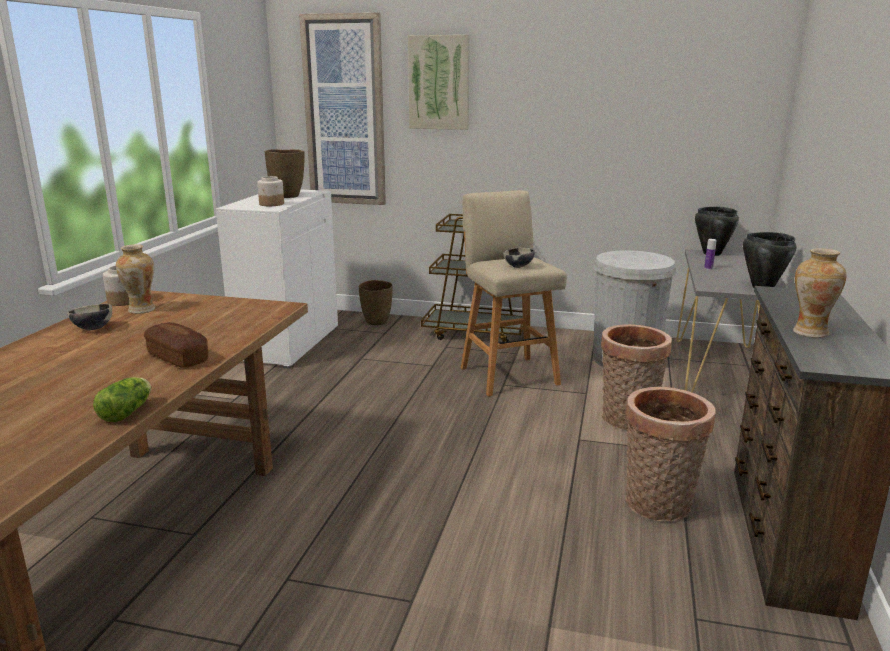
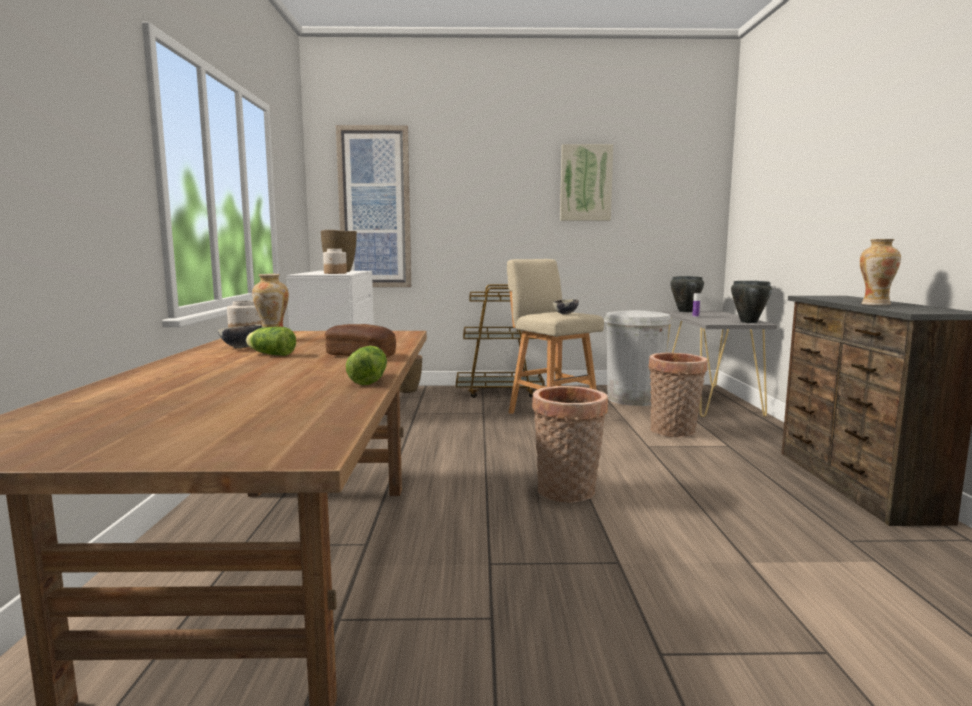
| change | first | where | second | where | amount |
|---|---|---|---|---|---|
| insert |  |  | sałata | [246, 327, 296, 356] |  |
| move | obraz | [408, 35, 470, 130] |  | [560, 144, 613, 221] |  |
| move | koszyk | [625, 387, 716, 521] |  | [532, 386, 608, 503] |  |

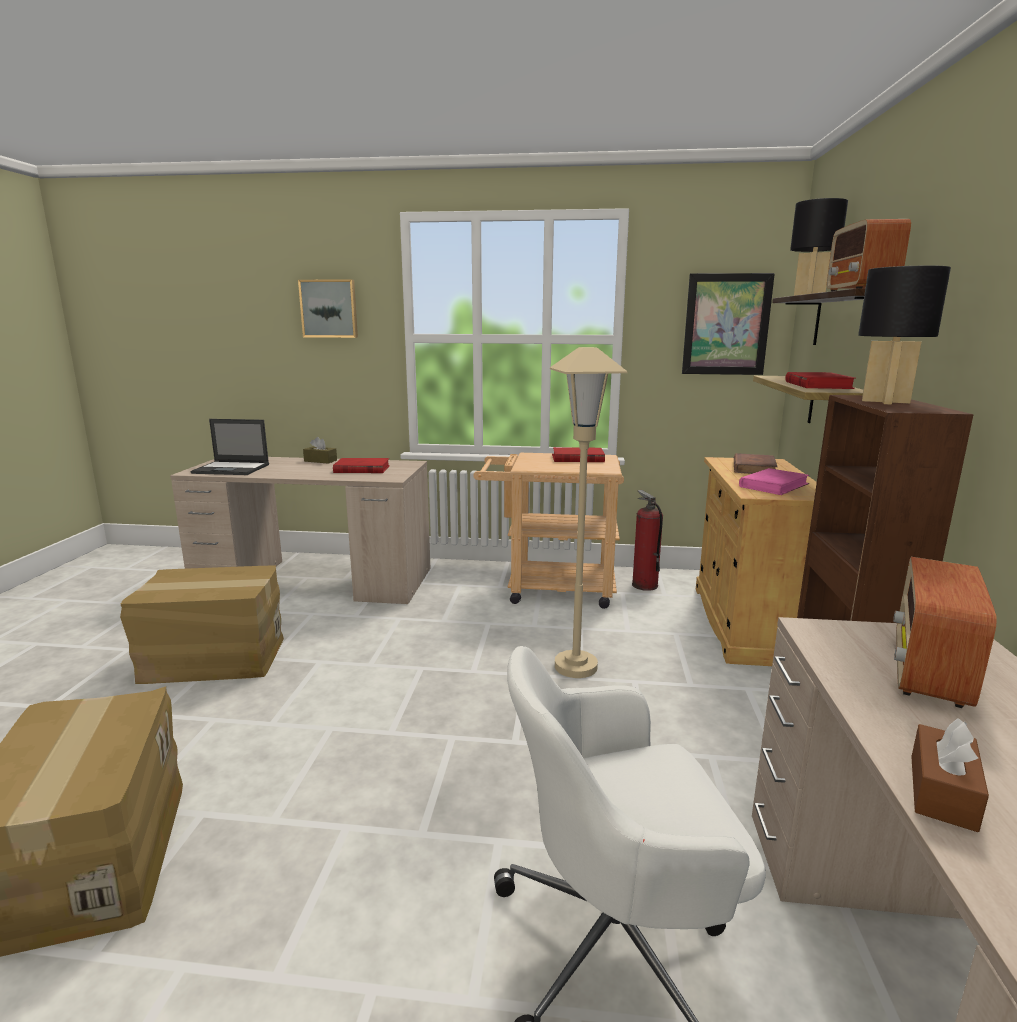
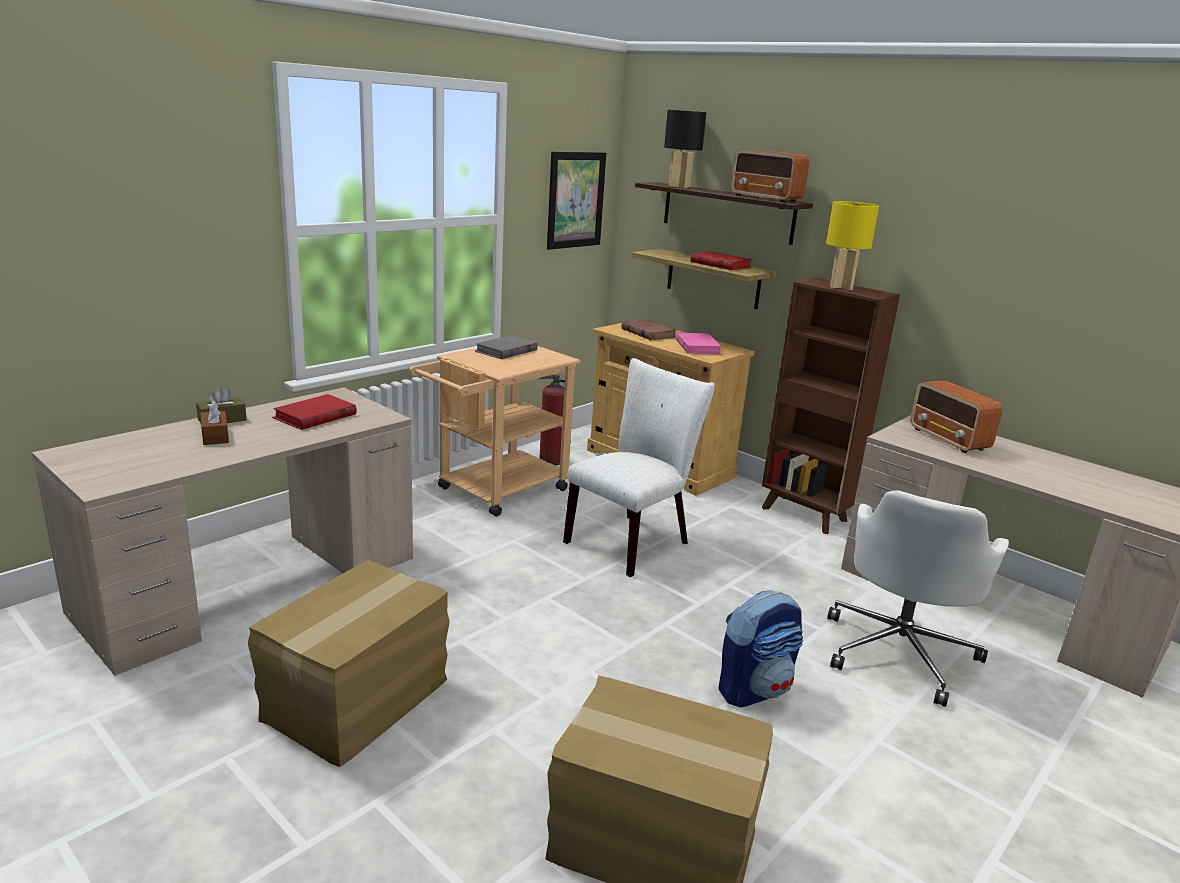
| change | first | where | second | where | amount |
|---|---|---|---|---|---|
| delete | laptop | [191, 419, 269, 475] |  |  |  |
| delete | obraz | [298, 279, 358, 338] |  |  |  |
| insert |  |  | plecak | [718, 590, 803, 707] |  |
| move | pudełko chusteczek/brązowy | [911, 718, 989, 832] |  | [201, 401, 229, 445] |  |
| replace | lampa stojąca/beżowy | [550, 347, 627, 678] | krzesło/biały | [563, 358, 715, 577] |  |
| recolor | książka/czerwony | [552, 447, 605, 462] | książka/szary | [474, 335, 538, 359] |  |
| recolor | lampa stołowa/czarny | [858, 266, 951, 405] | lampa stołowa/żółty | [826, 201, 879, 290] |  |

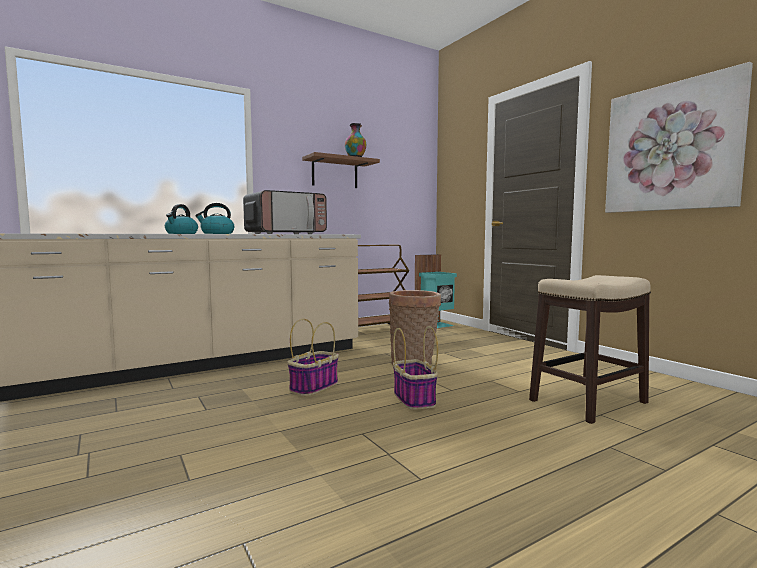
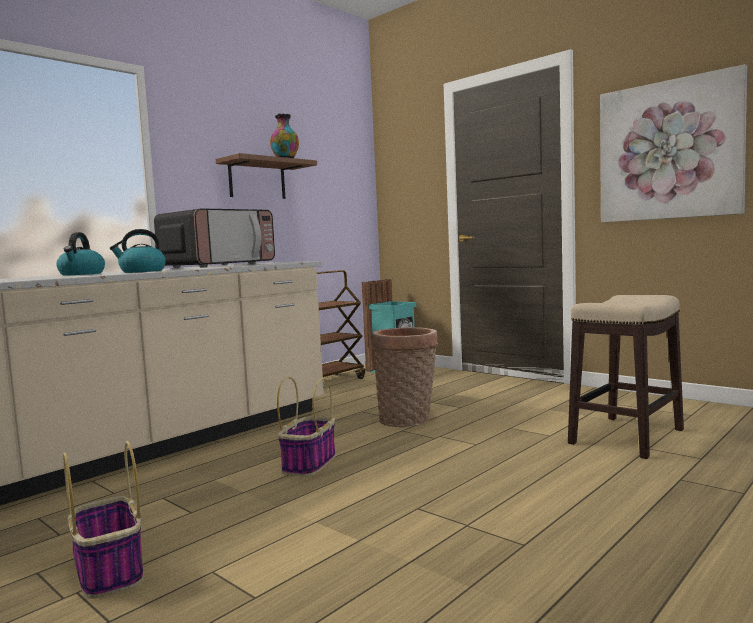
| change | first | where | second | where | amount |
|---|---|---|---|---|---|
| move | koszyk | [393, 326, 438, 410] |  | [63, 441, 143, 599] |  |

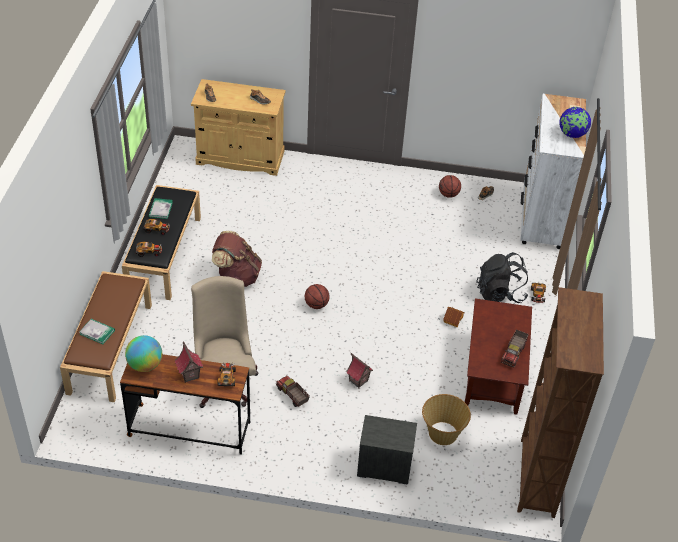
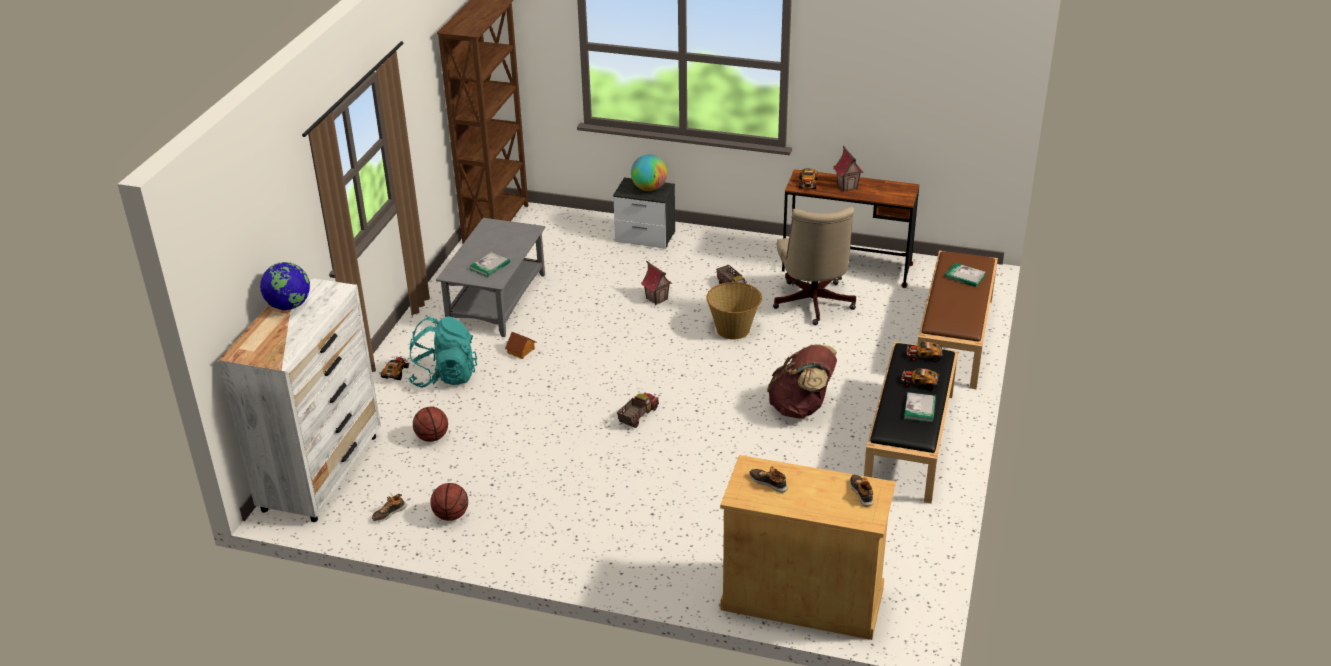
| change | first | where | second | where | amount |
|---|---|---|---|---|---|
| insert |  |  | książka | [470, 252, 510, 277] |  |
| move | globus | [125, 335, 162, 372] |  | [631, 154, 667, 191] |  |
| move | piłka do koszykówki | [305, 284, 330, 309] |  | [413, 407, 448, 442] |  |
| move | koszyk | [422, 394, 471, 445] |  | [706, 282, 762, 340] |  |
| move | ciężarówka zabawkowa | [501, 329, 529, 368] |  | [617, 392, 659, 428] |  |
| recolor | ława/brązowy | [465, 299, 532, 415] | ława/szary | [436, 218, 545, 337] |  |
| recolor | plecak/czarny | [476, 252, 528, 303] | plecak/turkusowy | [408, 316, 477, 388] |  |

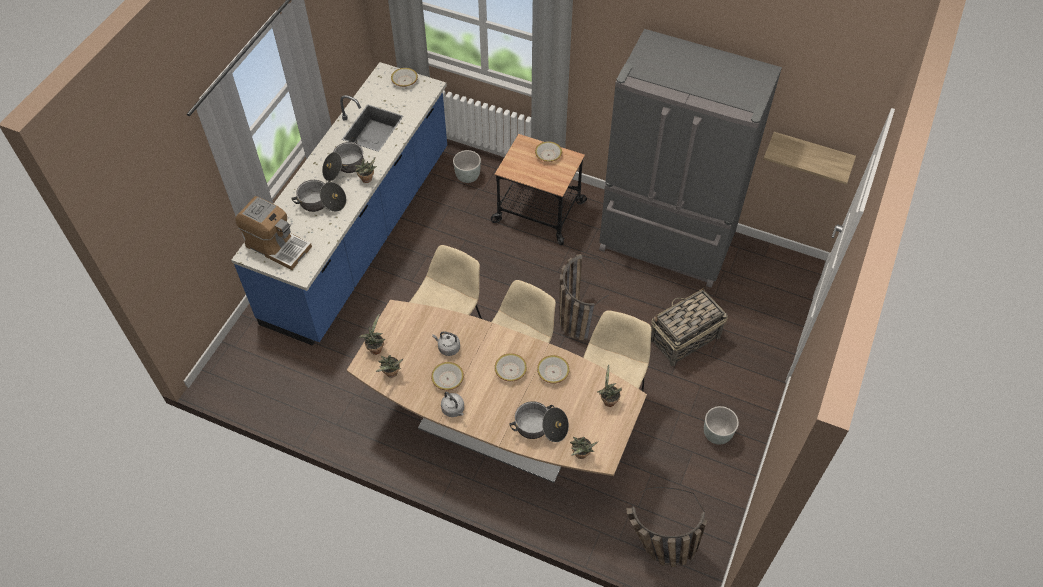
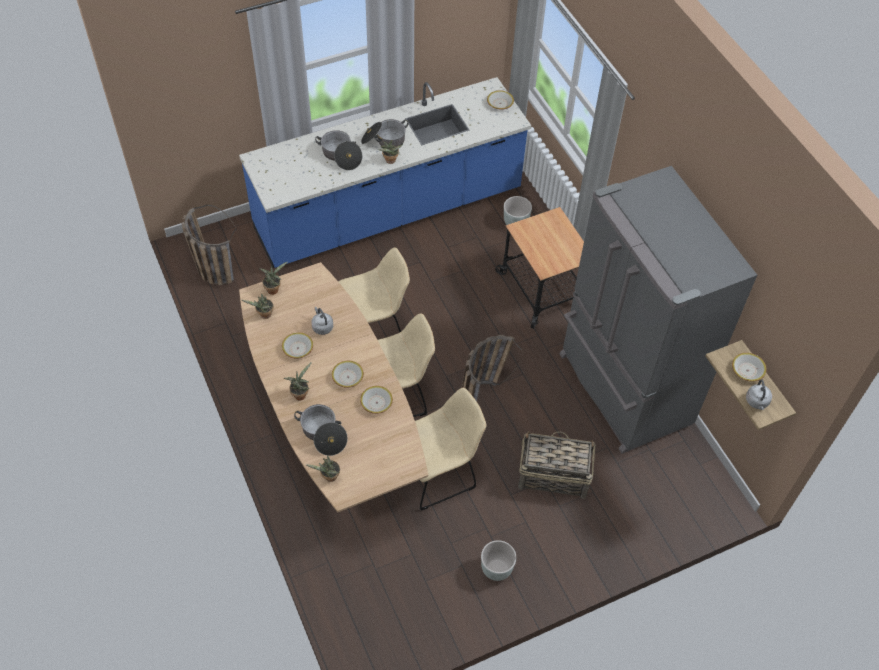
| change | first | where | second | where | amount |
|---|---|---|---|---|---|
| delete | ekspres do kawy | [236, 196, 312, 270] |  |  |  |
| move | czajnik/szary | [441, 392, 464, 417] |  | [746, 379, 772, 410] |  |
| move | miska | [535, 141, 562, 162] |  | [732, 353, 767, 382] |  |
| move | roślina doniczkowa | [597, 365, 622, 407] |  | [283, 362, 312, 401] |  |
| move | koszyk | [626, 487, 707, 567] |  | [182, 204, 237, 285] |  |

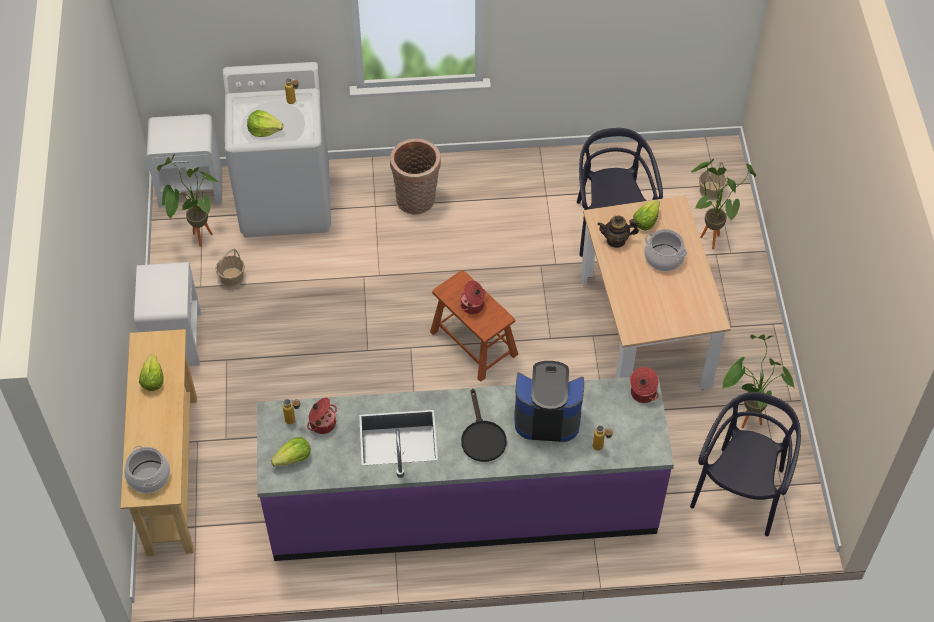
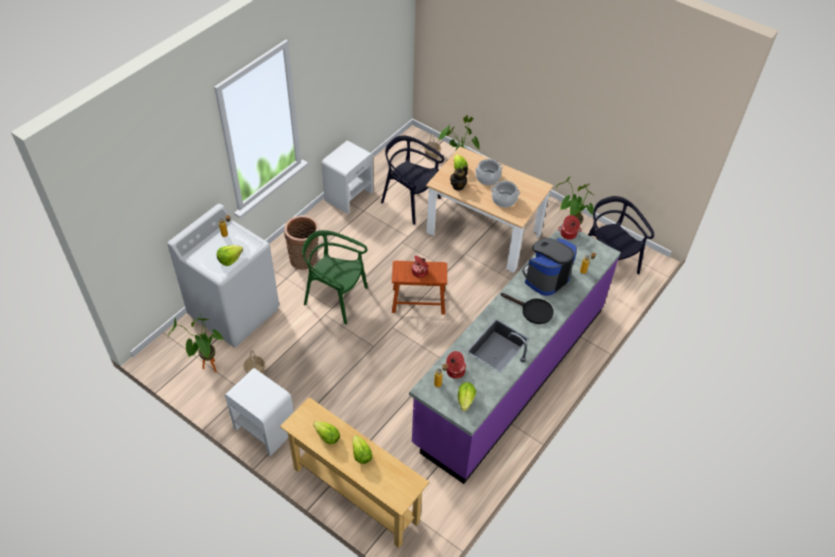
| change | first | where | second | where | amount |
|---|---|---|---|---|---|
| insert |  |  | krzesło/zielony | [302, 230, 368, 324] |  |
| insert |  |  | sałata | [352, 435, 372, 464] |  |
| move | garnek | [124, 446, 170, 493] |  | [491, 181, 520, 207] |  |
| move | szafka nocna/biały | [146, 114, 222, 208] |  | [321, 141, 373, 214] |  |

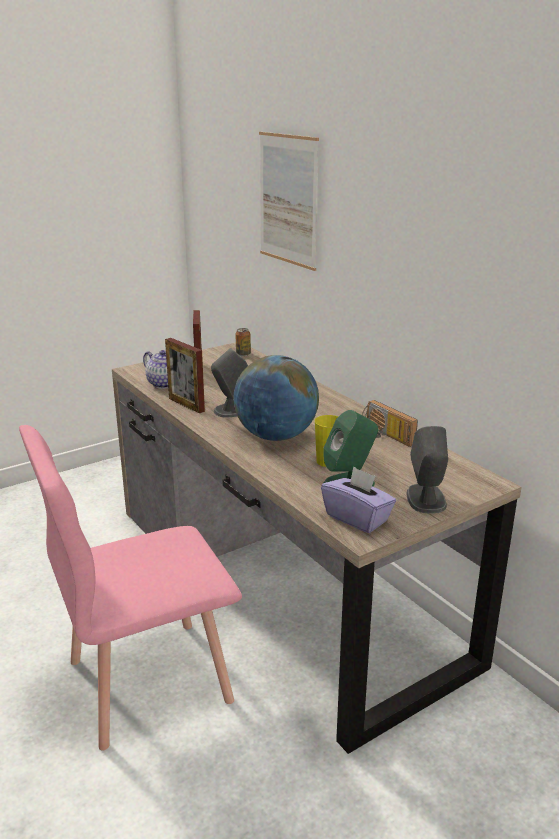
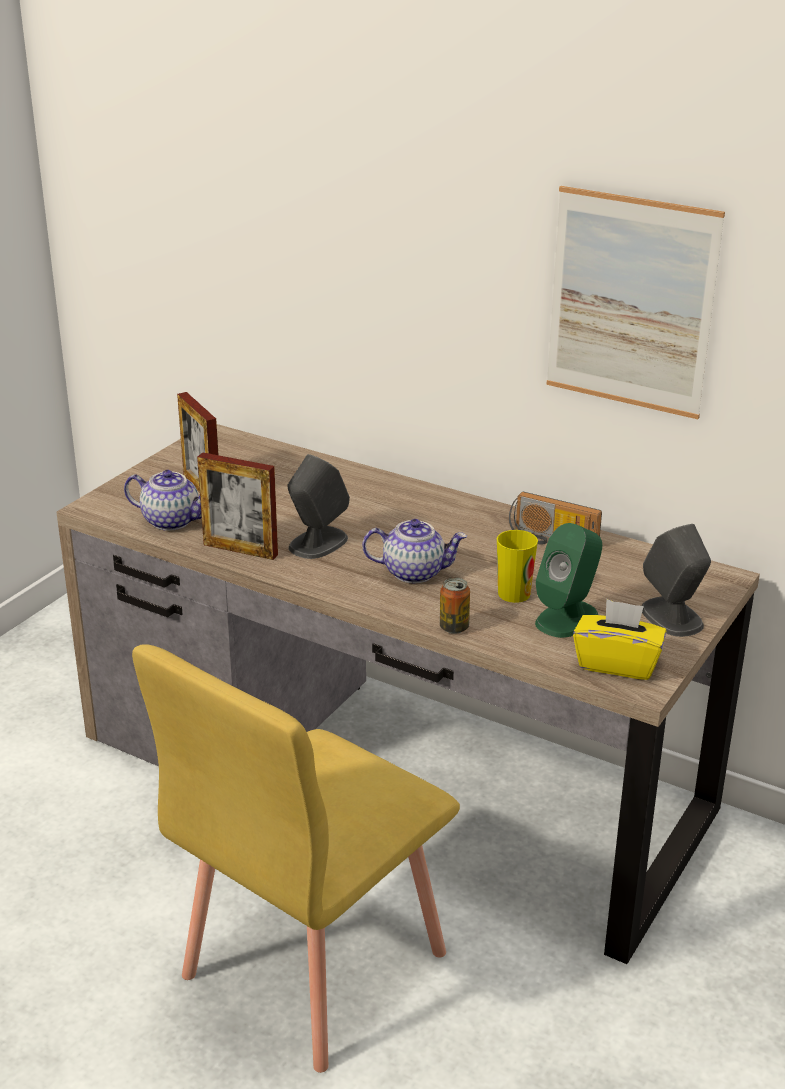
| change | first | where | second | where | amount |
|---|---|---|---|---|---|
| move | puszka | [235, 328, 251, 356] |  | [440, 578, 470, 634] |  |
| move | obraz | [259, 132, 319, 271] |  | [546, 186, 725, 419] |  |
| replace | globus | [233, 355, 319, 441] | imbryk | [362, 519, 467, 583] |  |
| recolor | krzesło/różowy | [19, 425, 242, 750] | krzesło/żółty | [132, 644, 460, 1073] |  |
| recolor | pudełko chusteczek/fioletowy | [321, 466, 396, 533] | pudełko chusteczek/żółty | [573, 599, 666, 680] |  |

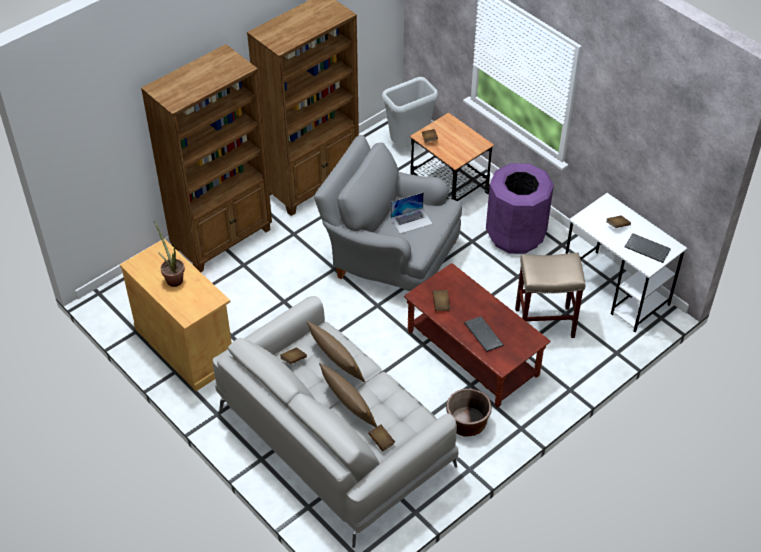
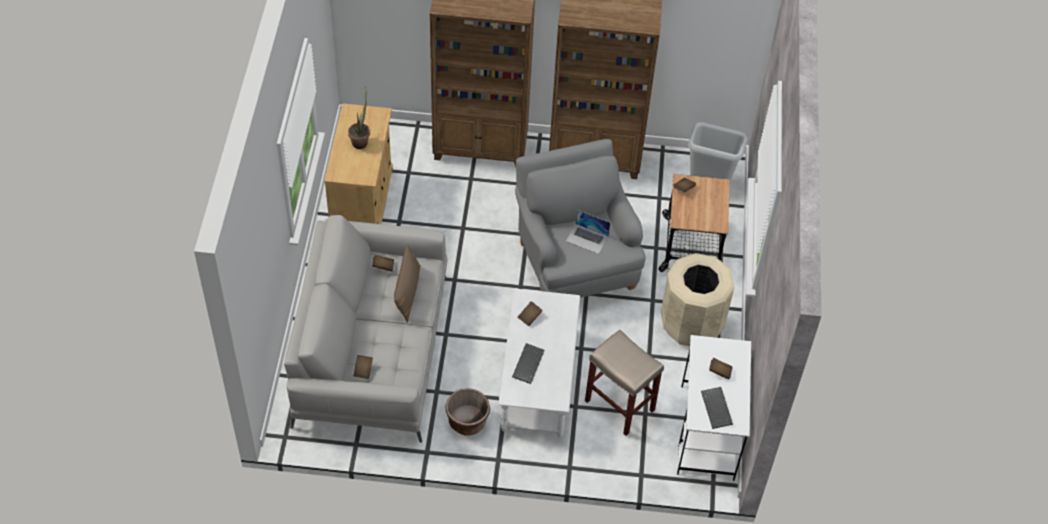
| change | first | where | second | where | amount |
|---|---|---|---|---|---|
| delete | poduszka/brązowy | [319, 363, 377, 428] |  |  |  |
| recolor | ława/brązowy | [404, 263, 551, 408] | ława/biały | [498, 289, 580, 438] |  |
| recolor | kosz na śmieci/fioletowy | [486, 163, 554, 254] | kosz na śmieci/beżowy | [661, 253, 735, 346] |  |

